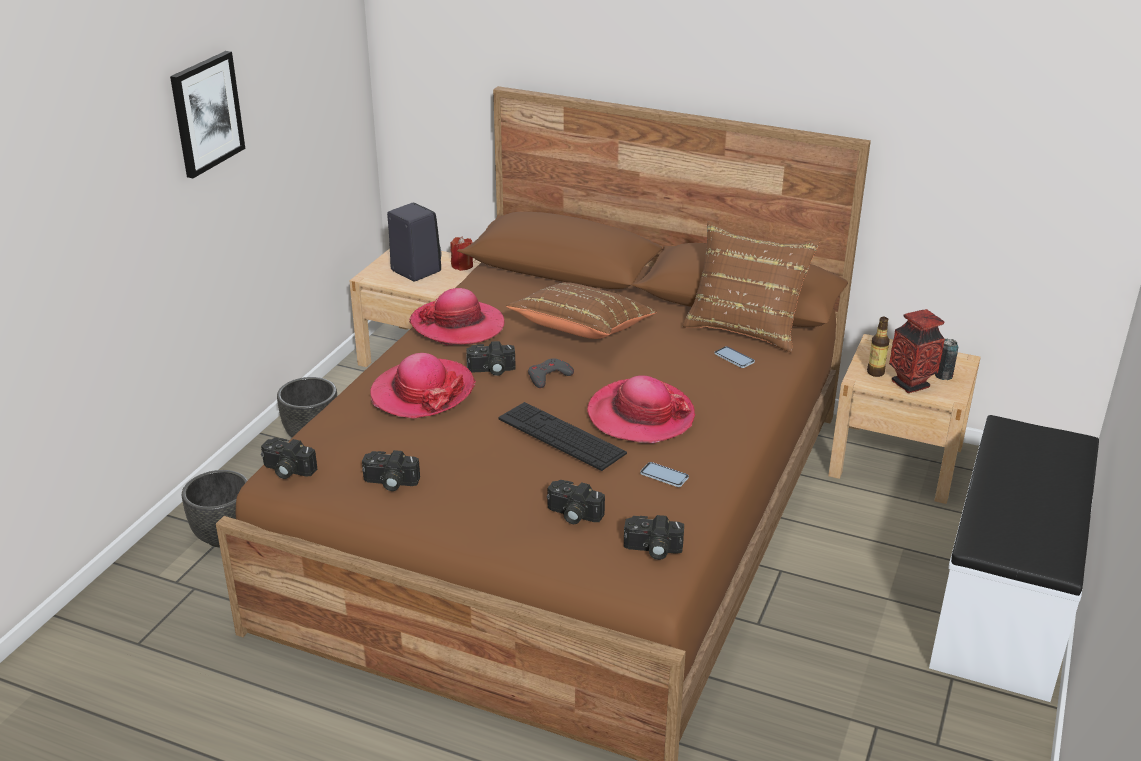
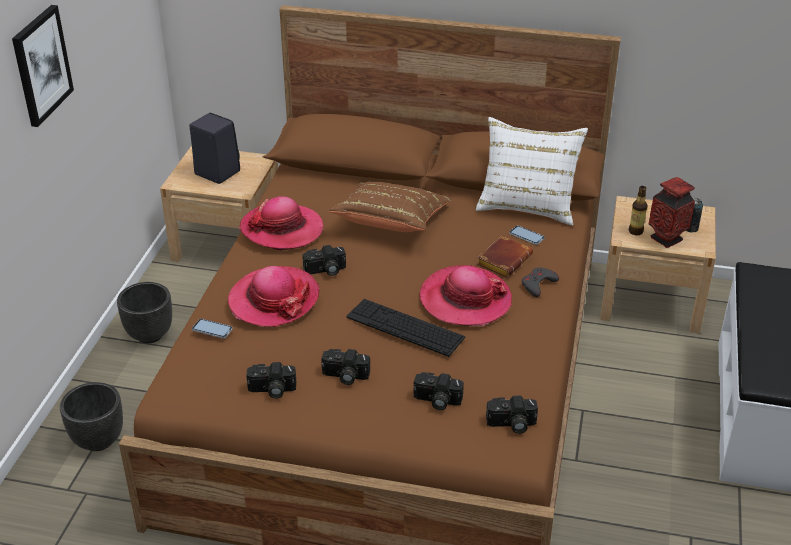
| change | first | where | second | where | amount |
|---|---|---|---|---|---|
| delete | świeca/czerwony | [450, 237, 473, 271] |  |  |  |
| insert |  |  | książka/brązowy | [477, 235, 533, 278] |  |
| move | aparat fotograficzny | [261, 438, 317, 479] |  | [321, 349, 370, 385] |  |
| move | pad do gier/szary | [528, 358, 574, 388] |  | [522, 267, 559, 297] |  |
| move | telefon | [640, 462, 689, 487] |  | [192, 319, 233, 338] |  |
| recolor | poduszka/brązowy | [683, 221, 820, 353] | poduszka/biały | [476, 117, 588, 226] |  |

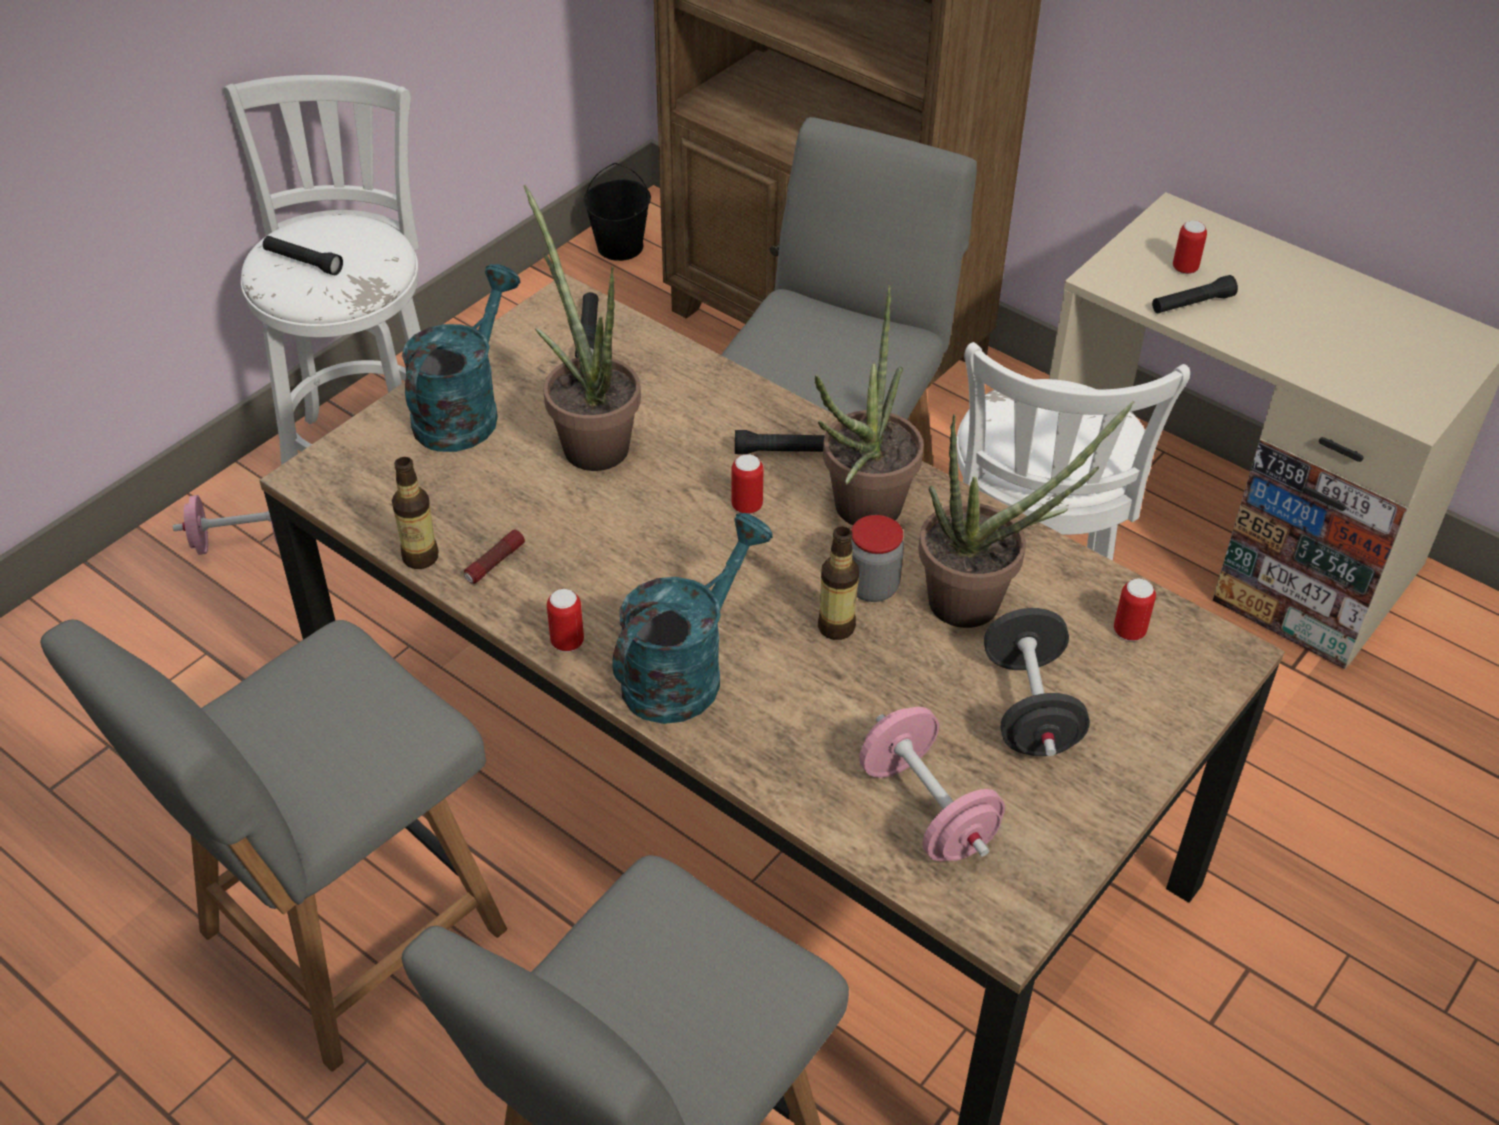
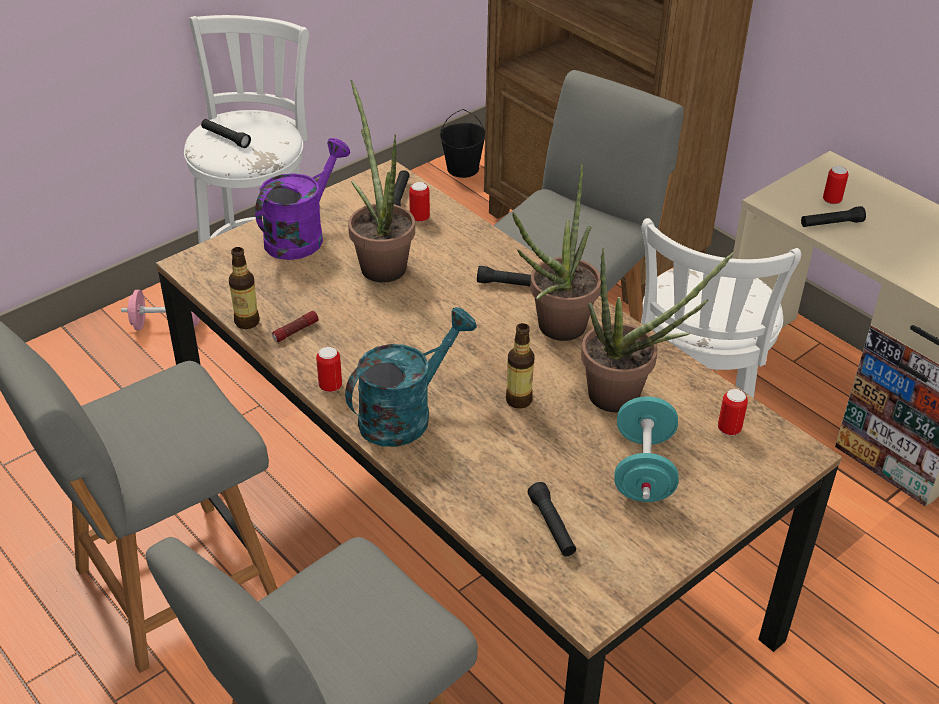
| change | first | where | second | where | amount |
|---|---|---|---|---|---|
| delete | słoik | [851, 515, 904, 602] |  |  |  |
| move | puszka | [731, 454, 764, 514] |  | [409, 182, 430, 222] |  |
| replace | hantel/różowy | [859, 707, 1005, 862] | latarka/czarny | [528, 482, 576, 556] |  |
| recolor | konewka/turkusowy | [402, 264, 521, 452] | konewka/fioletowy | [255, 138, 350, 260] |  |
| recolor | hantel/czarny | [984, 608, 1090, 756] | hantel/turkusowy | [614, 397, 679, 502] |  |

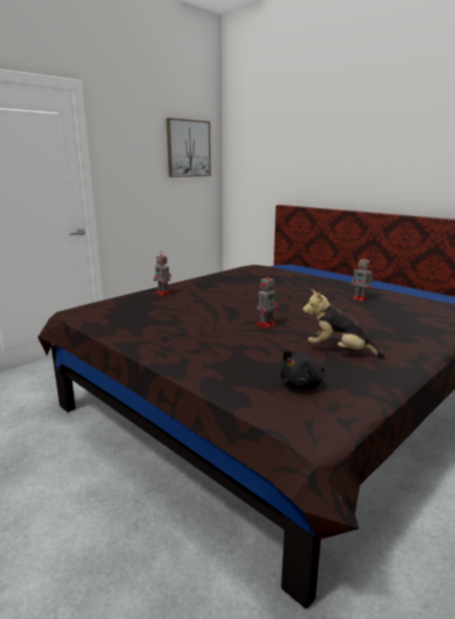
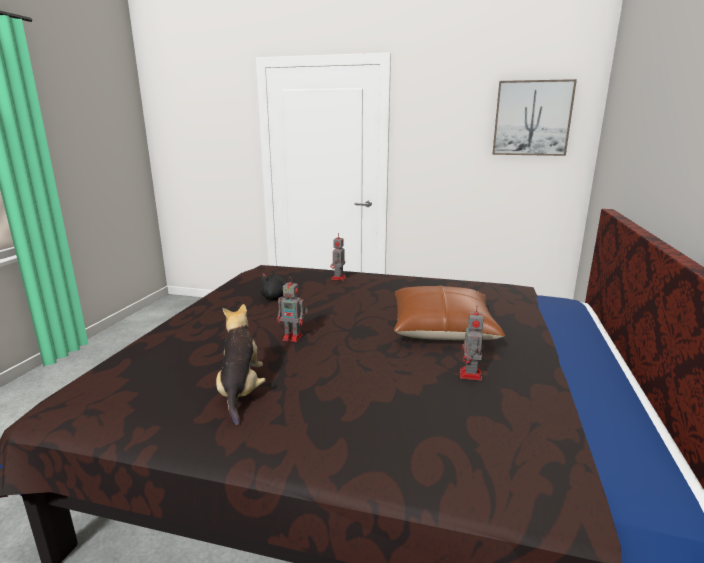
| change | first | where | second | where | amount |
|---|---|---|---|---|---|
| insert |  |  | poduszka/brązowy | [394, 285, 505, 340] |  |
| move | pluszak/czarny | [280, 350, 325, 389] |  | [260, 270, 297, 300] |  |

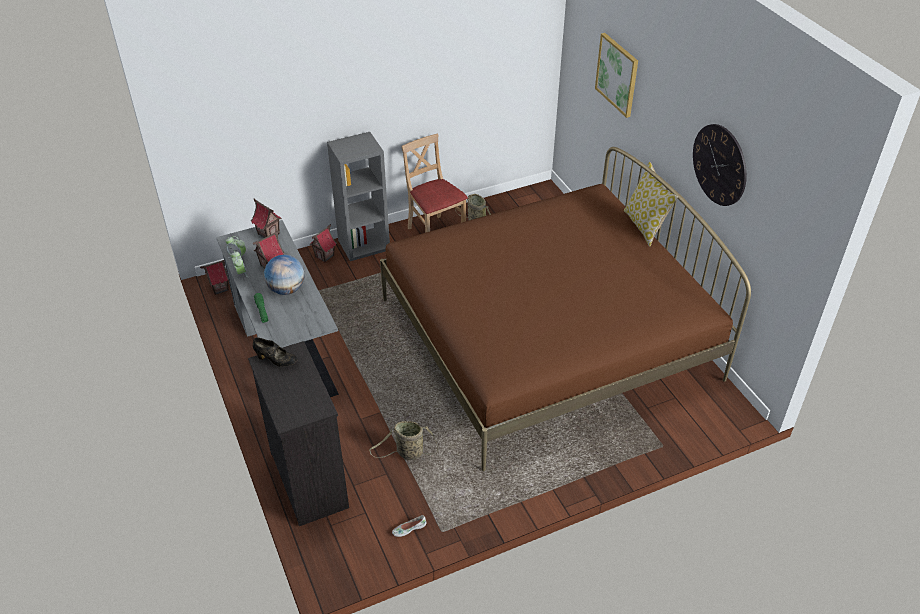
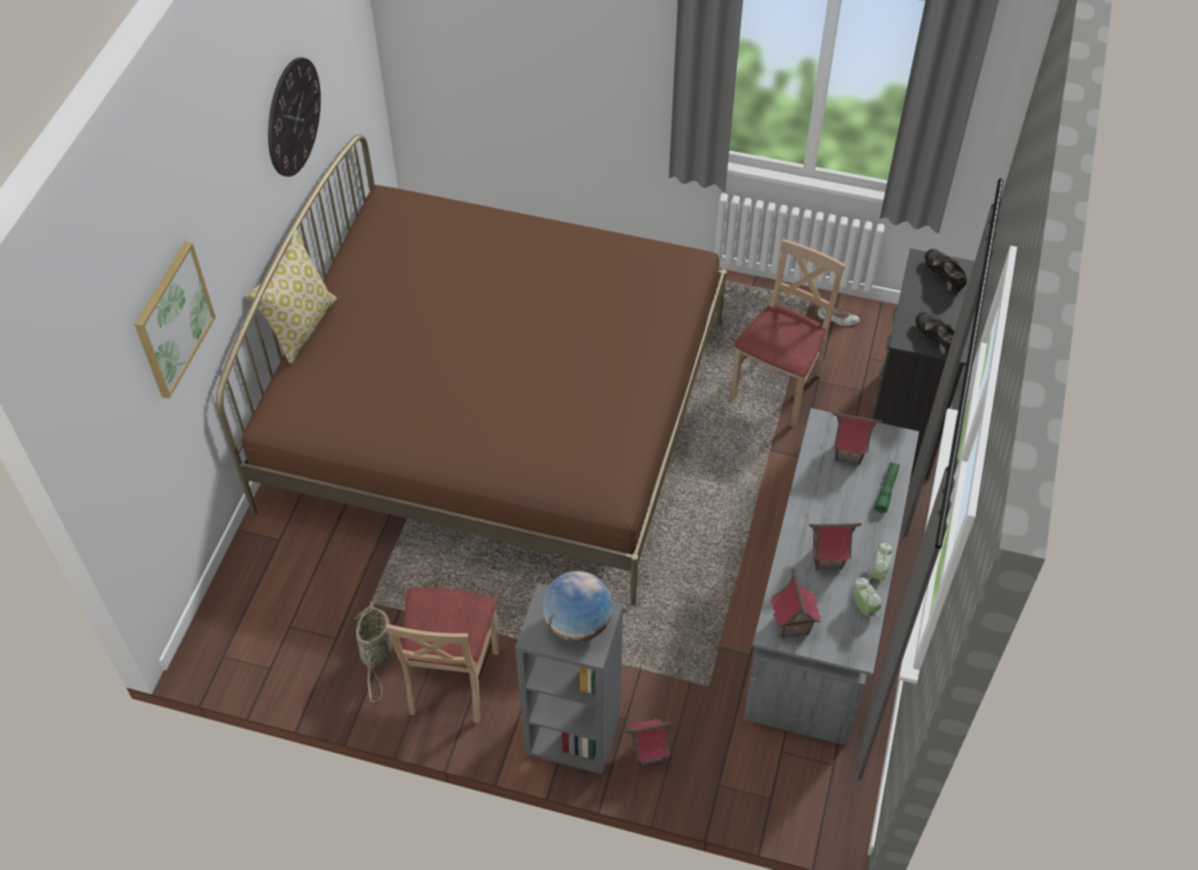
| change | first | where | second | where | amount |
|---|---|---|---|---|---|
| insert |  |  | but/czarny | [925, 249, 967, 292] |  |
| move | domek | [200, 260, 229, 295] |  | [832, 412, 882, 465] |  |
| move | globus | [264, 255, 305, 295] |  | [542, 571, 613, 642] |  |
| replace | koszyk | [369, 421, 438, 460] | krzesło/beżowy | [730, 239, 845, 427] |  |

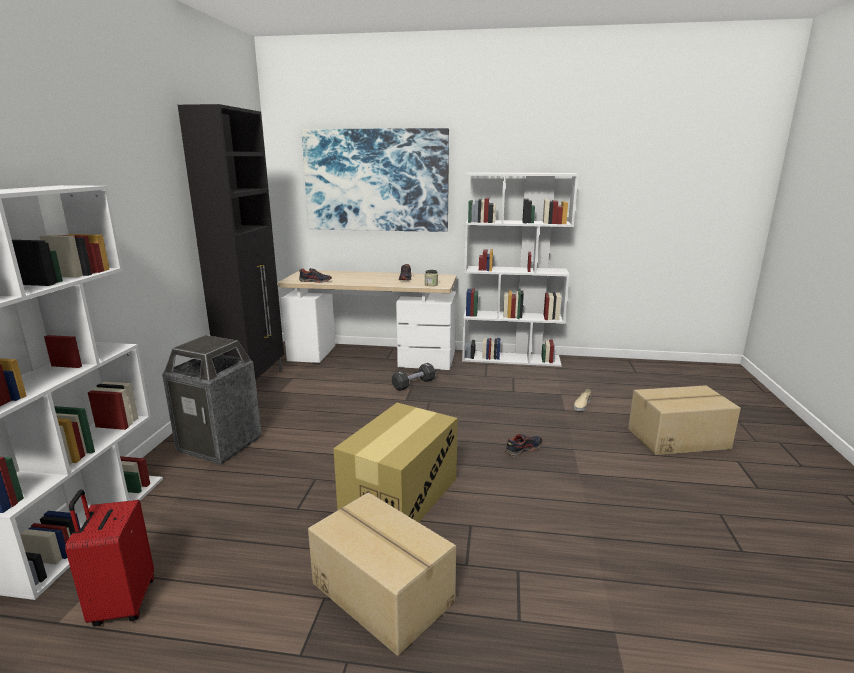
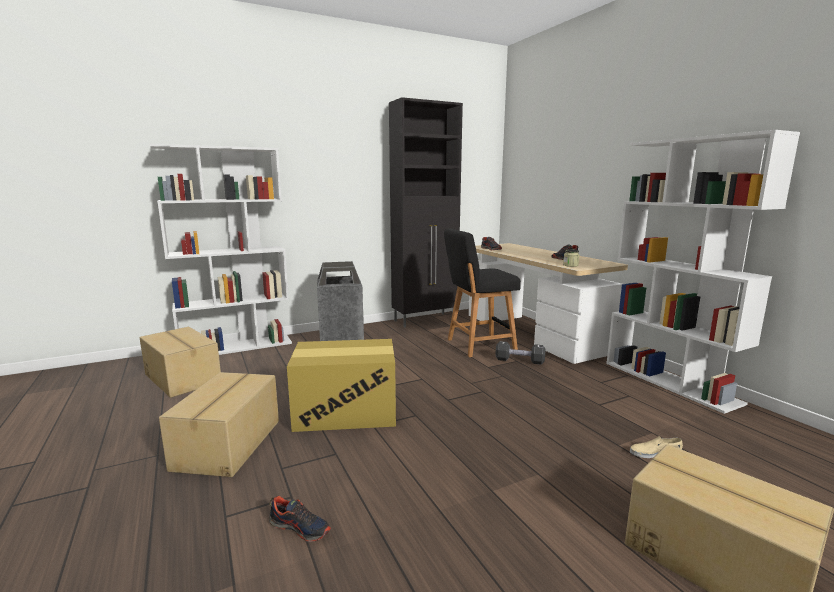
| change | first | where | second | where | amount |
|---|---|---|---|---|---|
| delete | obraz | [301, 128, 449, 232] |  |  |  |
| insert |  |  | krzesło/czarny | [444, 229, 521, 357] |  |
| move | but | [505, 433, 543, 457] |  | [269, 496, 331, 542] |  |
| replace | walizka/czerwony | [65, 490, 154, 627] | karton | [140, 327, 221, 398] |  |

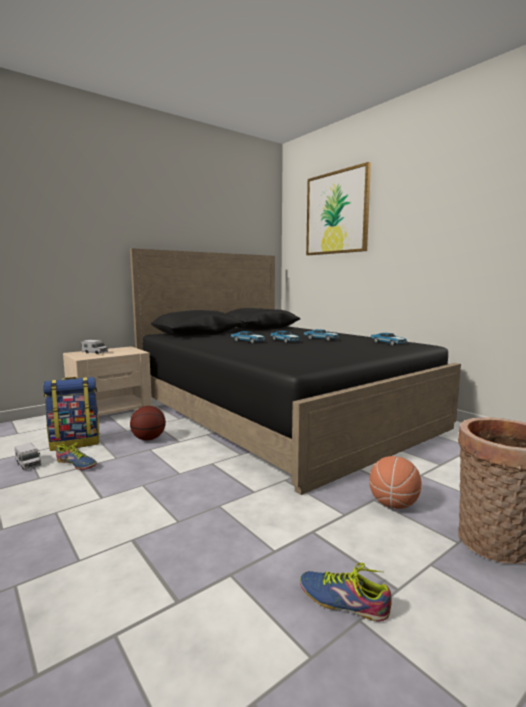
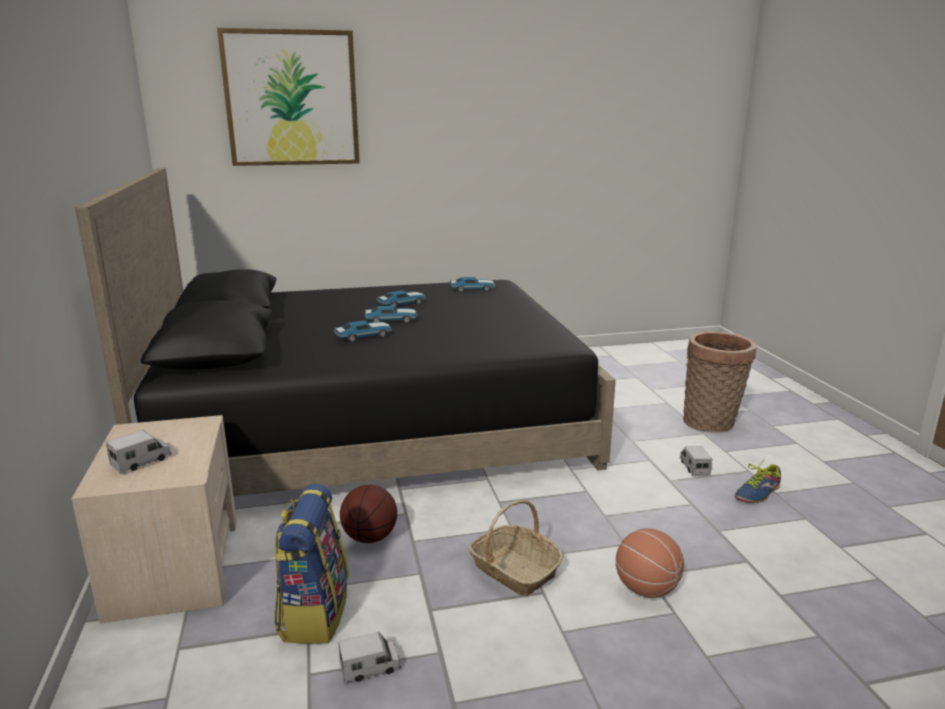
| change | first | where | second | where | amount |
|---|---|---|---|---|---|
| delete | but | [55, 442, 97, 470] |  |  |  |
| insert |  |  | koszyk | [469, 500, 563, 596] |  |
| insert |  |  | ciężarówka zabawkowa | [680, 446, 712, 476] |  |
| move | piłka do koszykówki | [369, 456, 422, 509] |  | [616, 528, 684, 598] |  |

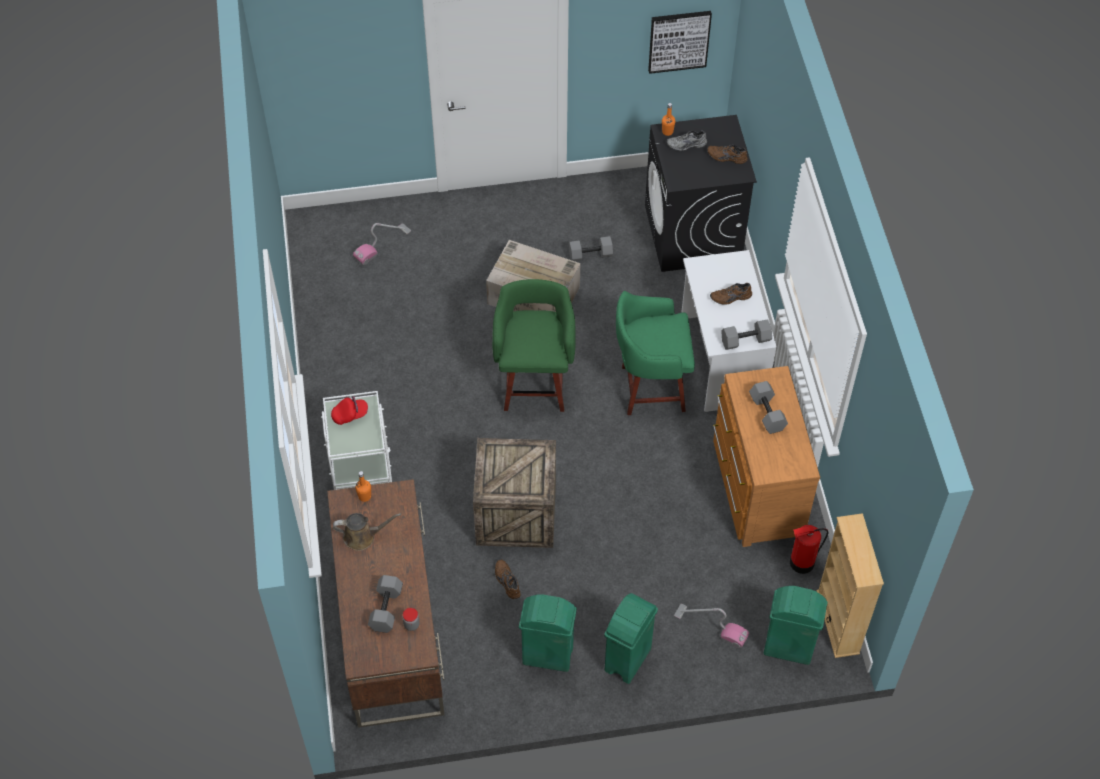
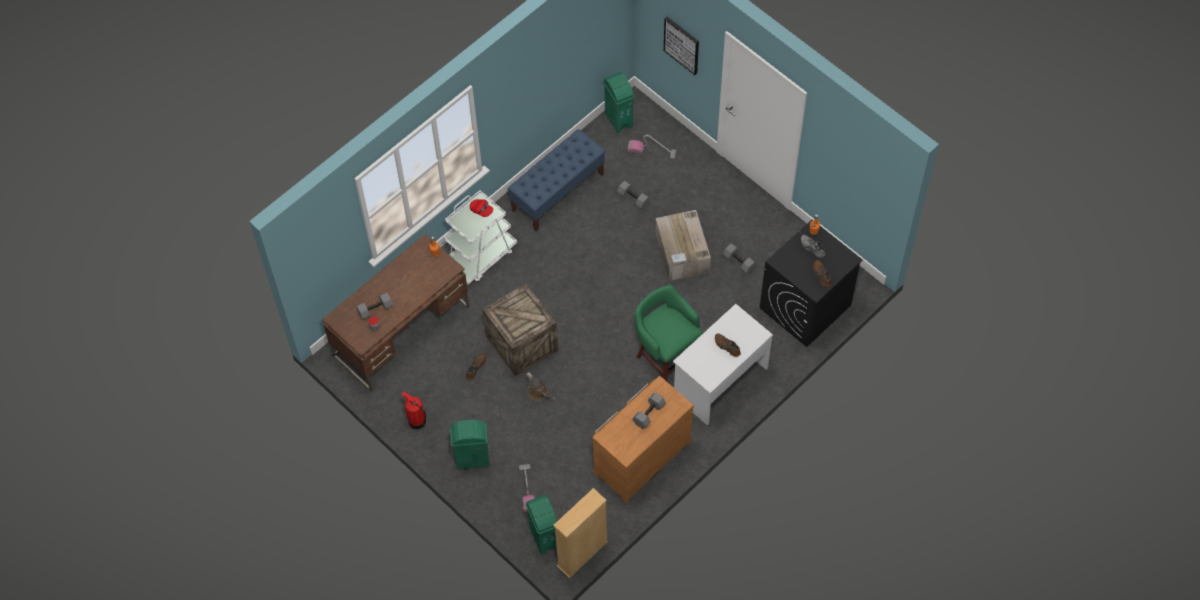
| change | first | where | second | where | amount |
|---|---|---|---|---|---|
| delete | stołek/zielony | [492, 279, 576, 412] |  |  |  |
| insert |  |  | ławka/niebieski | [508, 129, 605, 232] |  |
| move | konewka/brązowy | [333, 513, 401, 551] |  | [526, 372, 556, 400] |  |
| move | kosz na śmieci/zielony | [519, 594, 577, 672] |  | [603, 72, 635, 133] |  |
| move | obraz | [648, 11, 712, 74] |  | [664, 17, 699, 75] |  |
| move | hantel/szary | [721, 319, 772, 350] |  | [617, 181, 650, 209] |  |
| move | gaśnica | [790, 525, 829, 574] |  | [402, 391, 426, 429] |  |

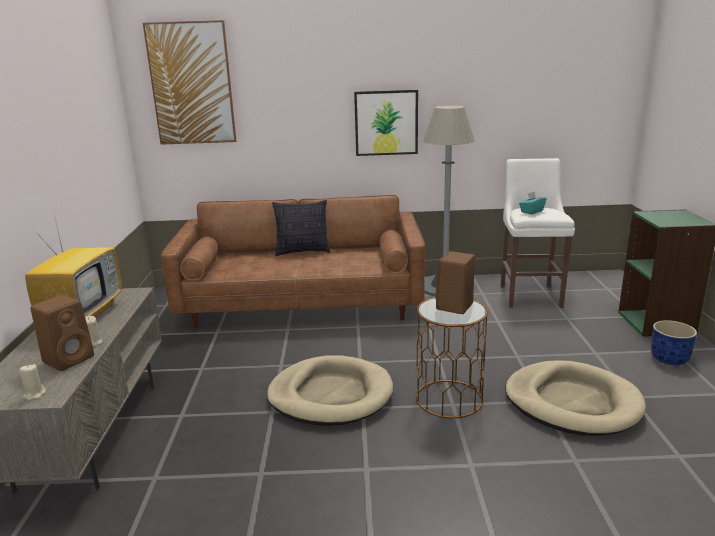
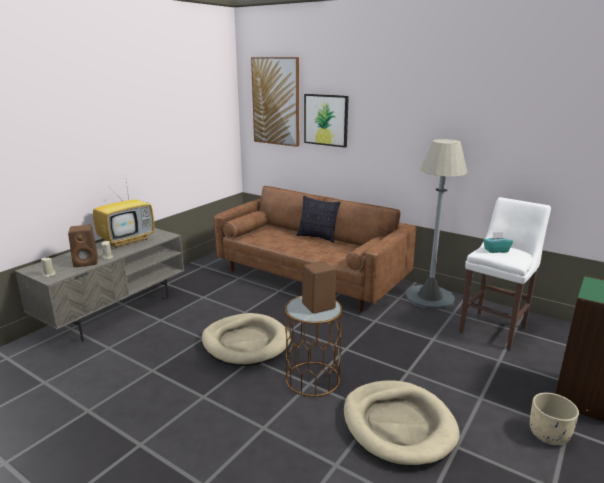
| change | first | where | second | where | amount |
|---|---|---|---|---|---|
| move | obraz | [354, 90, 418, 156] |  | [304, 94, 349, 148] |  |
| recolor | donica/niebieski | [651, 320, 697, 365] | donica/beżowy | [530, 393, 579, 445] |  |

